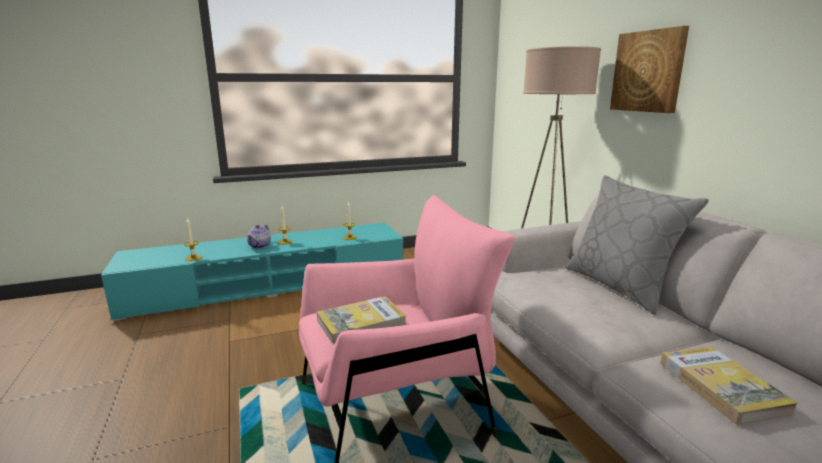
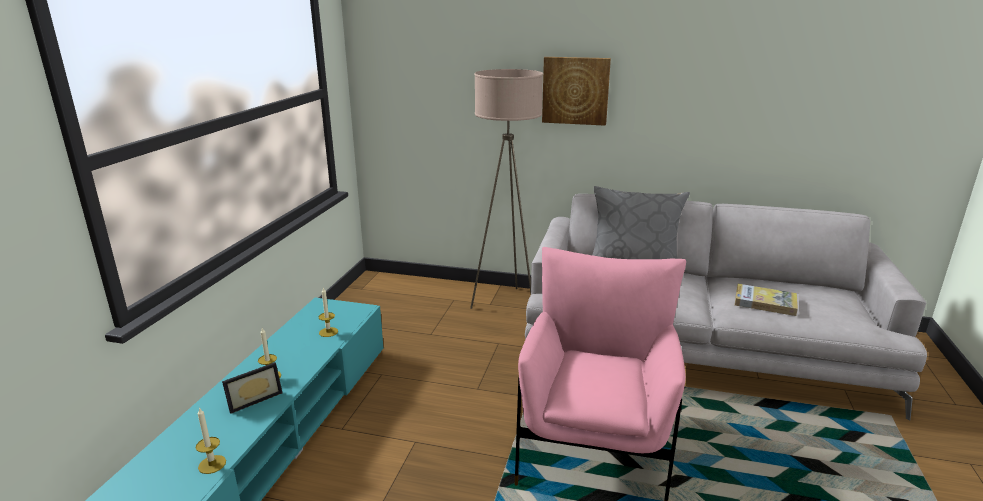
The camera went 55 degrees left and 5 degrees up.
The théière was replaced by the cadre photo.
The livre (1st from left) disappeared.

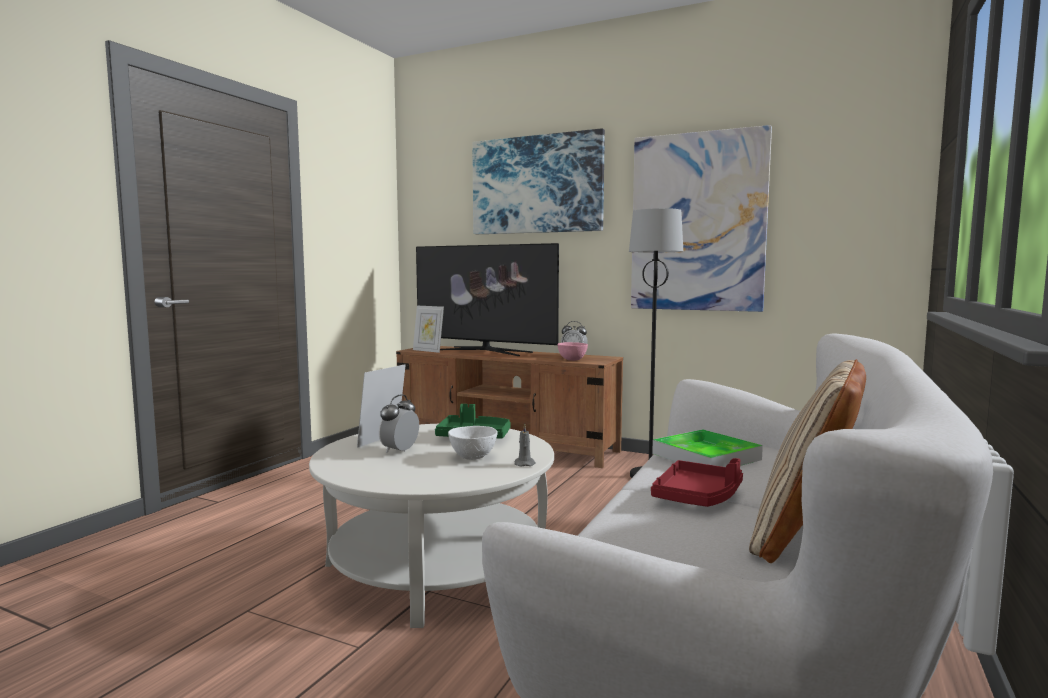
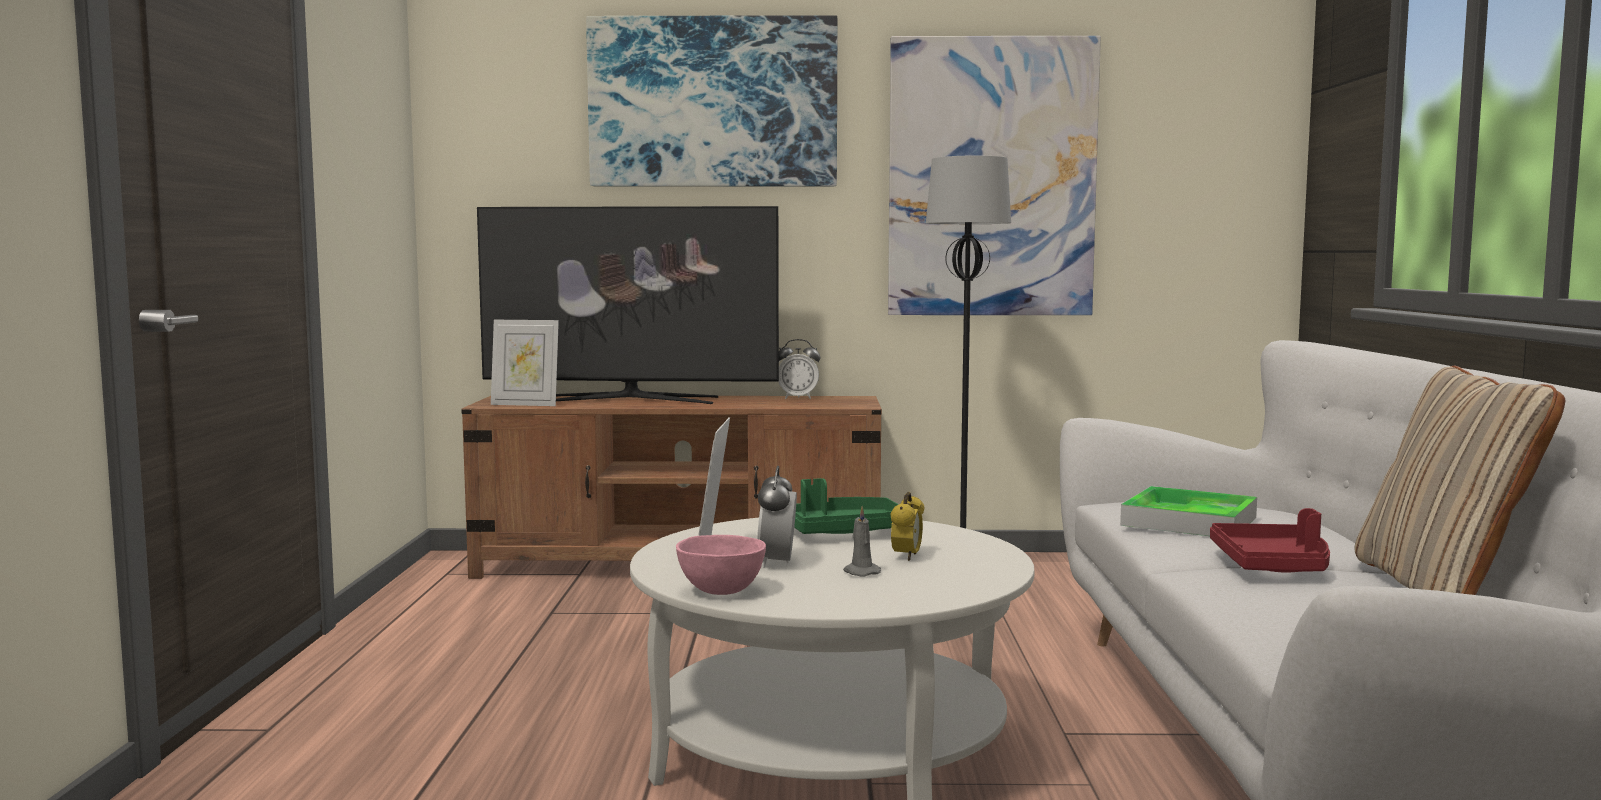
The camera went 25 degrees left and 0 degrees up.
The bol [rose] moved.
The bougie [gris] moved.
The bol [blanc] was replaced by the réveil (3rd from left).

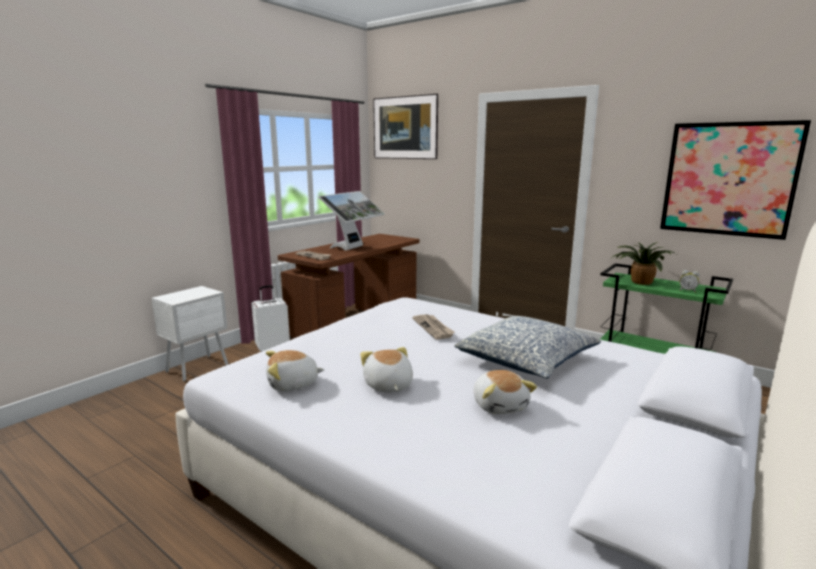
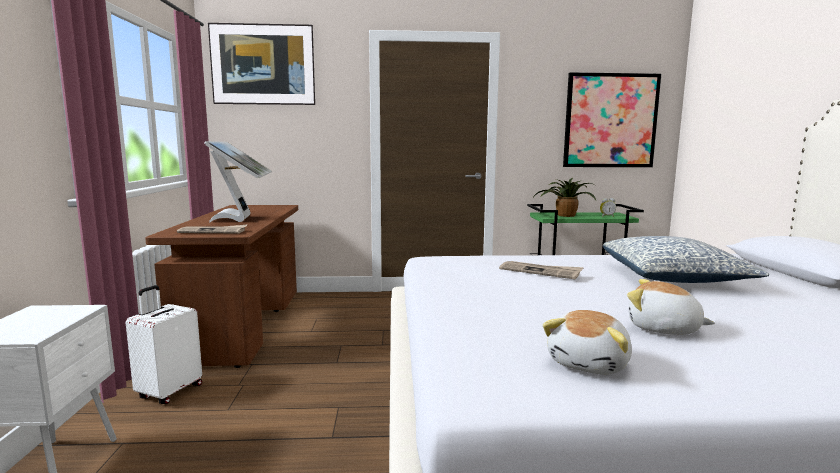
The camera went 40 degrees left and 5 degrees down.
The peluche (3rd from left) disappeared.

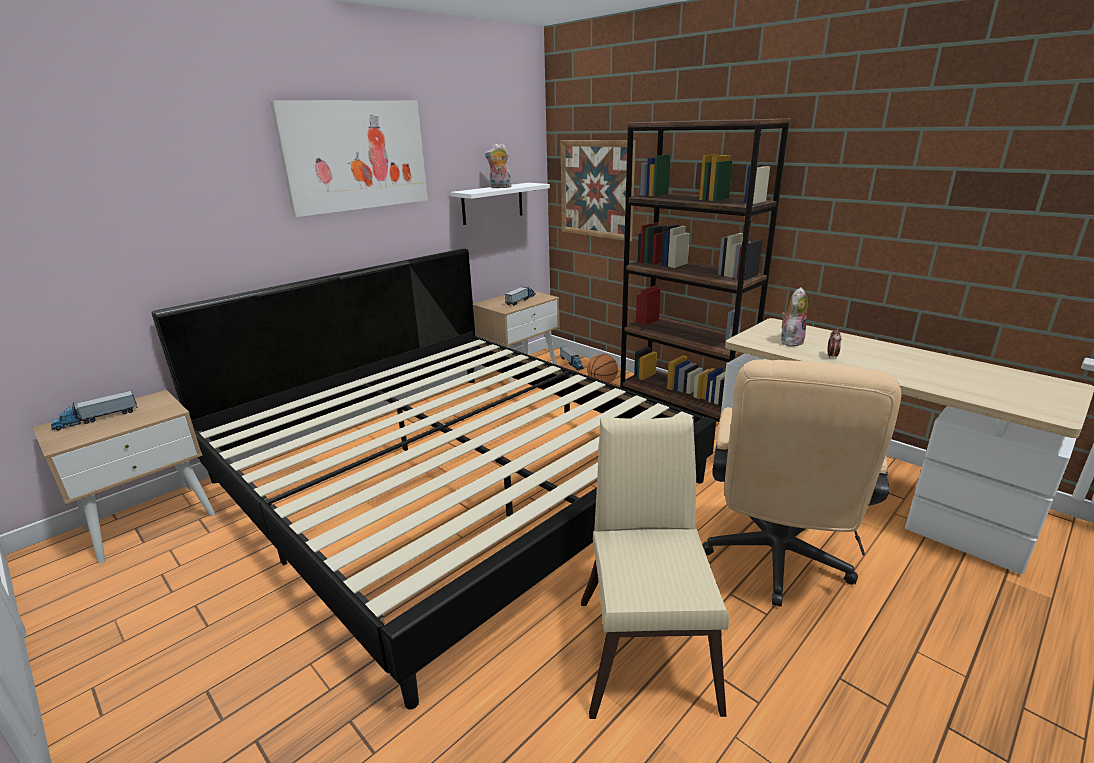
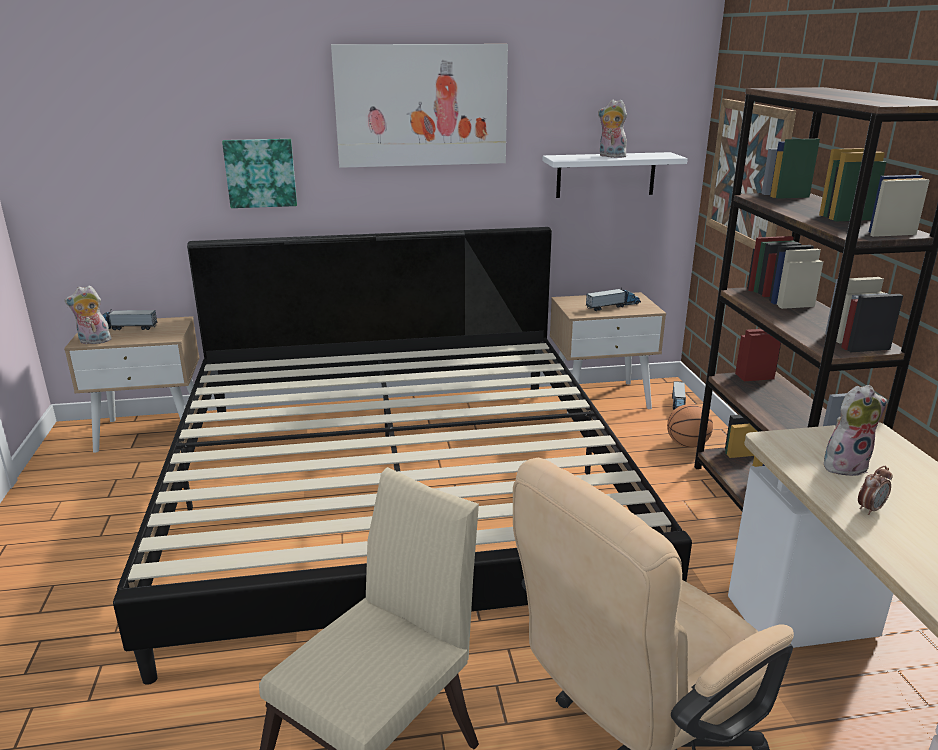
The camera went 35 degrees right and 0 degrees up.
The tableau (1st from left) appeared.
The peluche (1st from left) appeared.

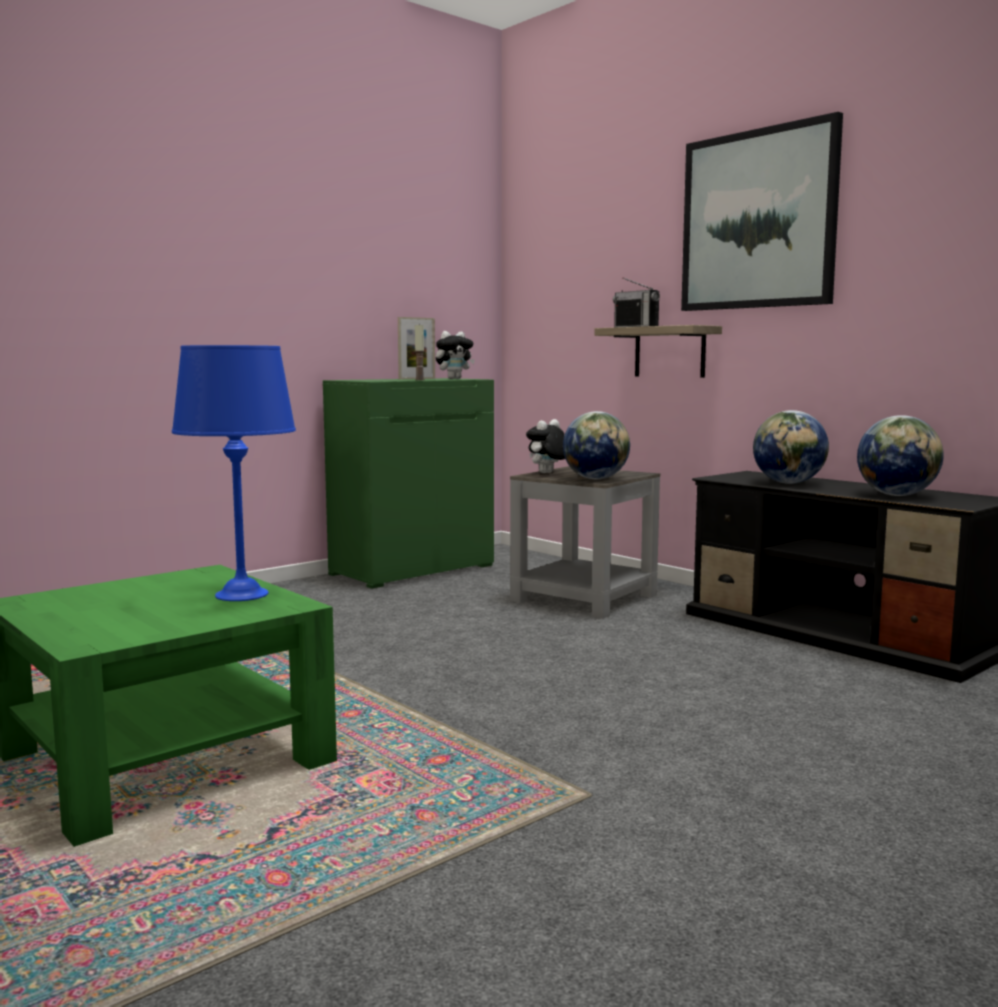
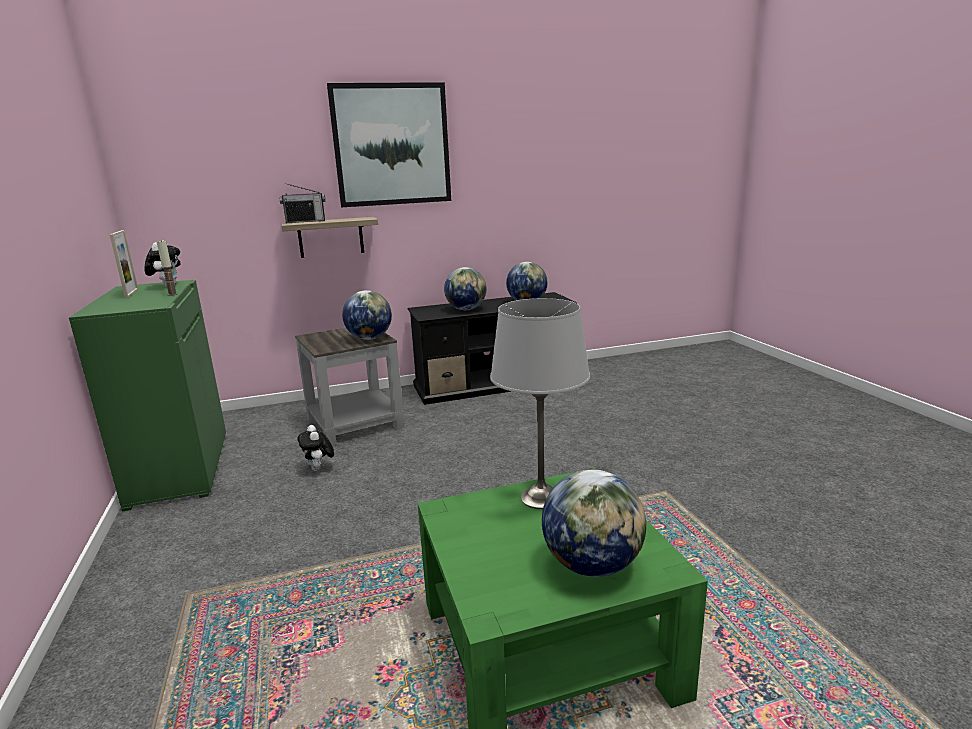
The camera went 65 degrees left and 10 degrees up.
The lampe de table [bleu] became the lampe de table [gris].
The peluche (2nd from left) moved.
The globe (4th from left) appeared.

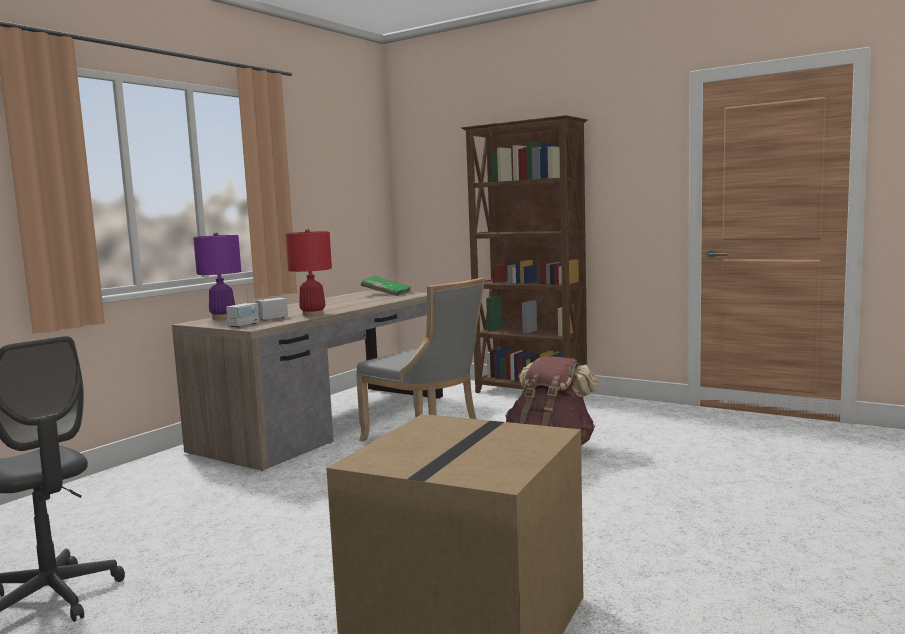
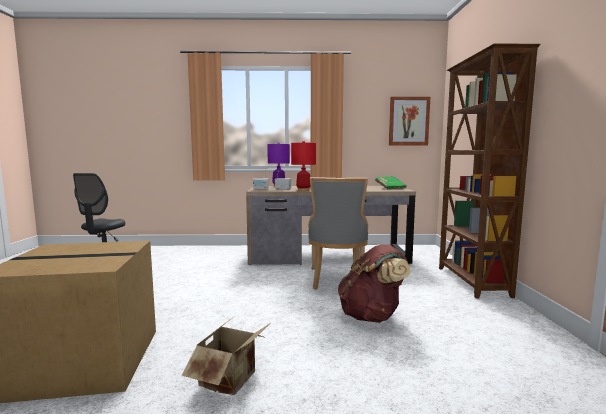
The camera went 55 degrees right and 0 degrees up.
The tableau appeared.
The carton (2nd from left) appeared.

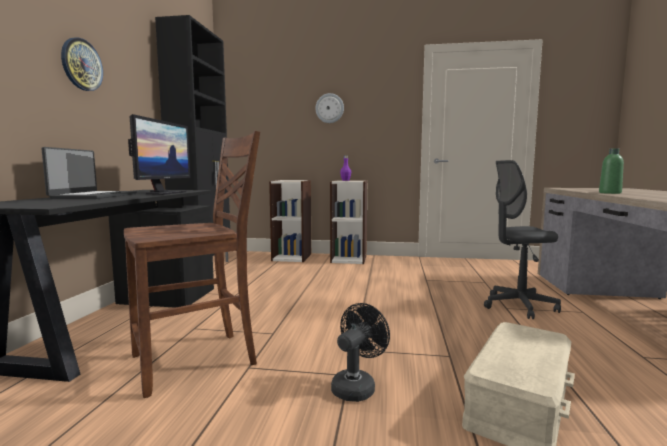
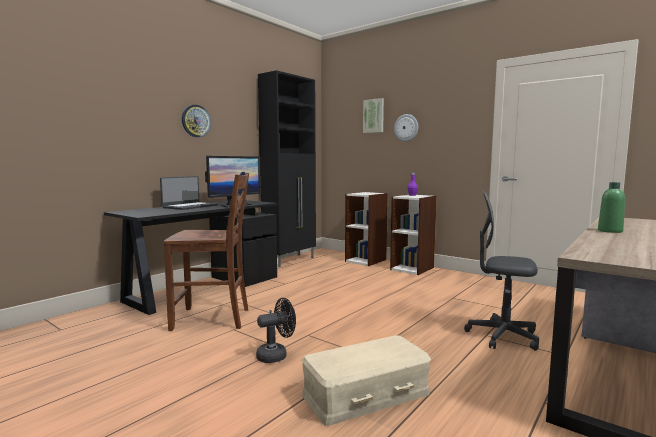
The camera went 30 degrees right and 0 degrees up.
The tableau appeared.

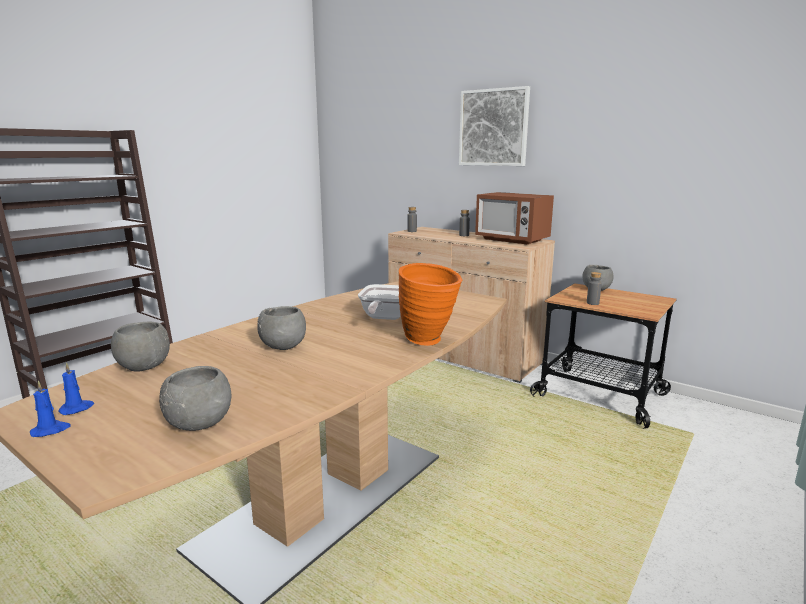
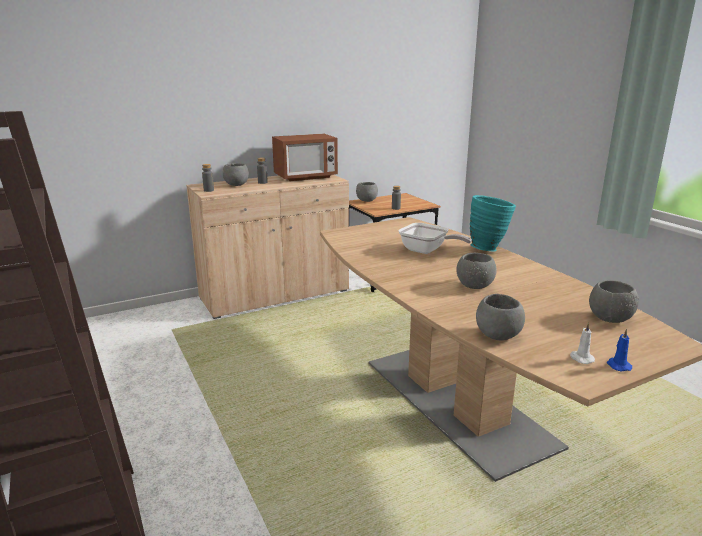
The camera went 65 degrees left and 5 degrees up.
The tableau disappeared.
The vase [orange] became the vase [turquoise].
The bougie [bleu] (2nd from left) became the bougie [blanc].
The bol [gris] (1st from left) appeared.

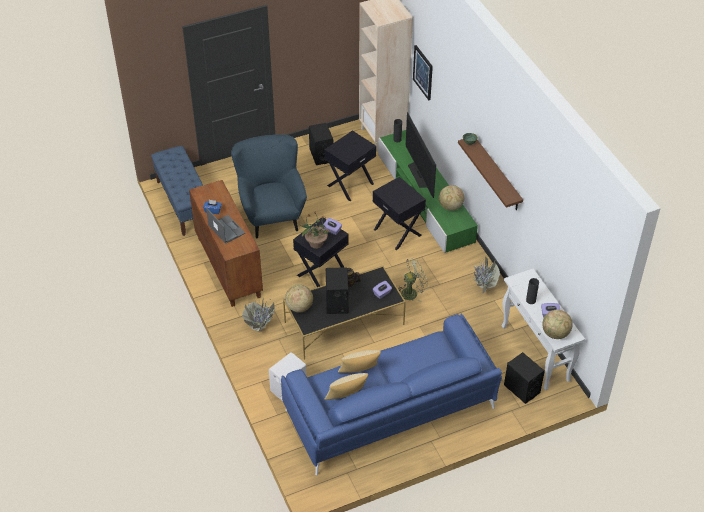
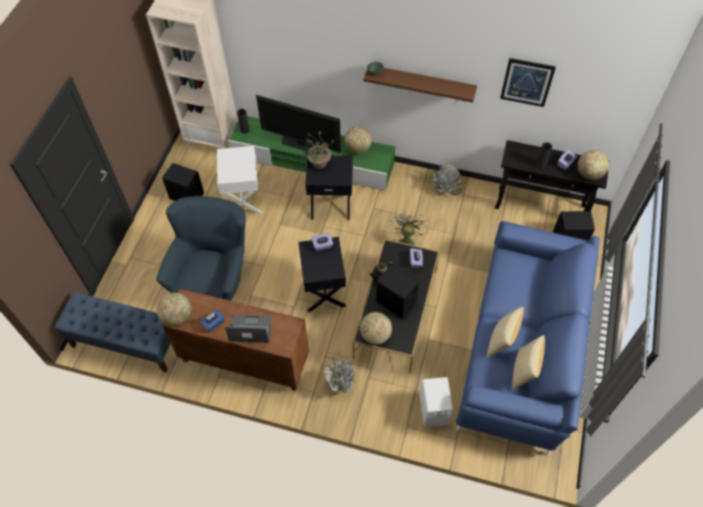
The camera went 50 degrees left and 10 degrees up.
The tableau moved.
The table d'appoint [noir] (2nd from left) became the table d'appoint [blanc].
The fauteuil [bleu] turned 75 degrees clockwise.
The plante en pot (2nd from left in the first image) moved.
The table console [blanc] became the table console [noir].
The globe (1st from left) appeared.

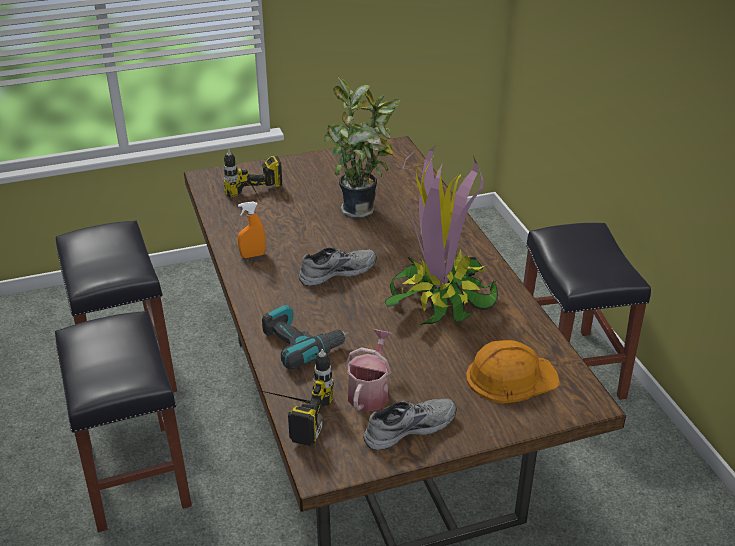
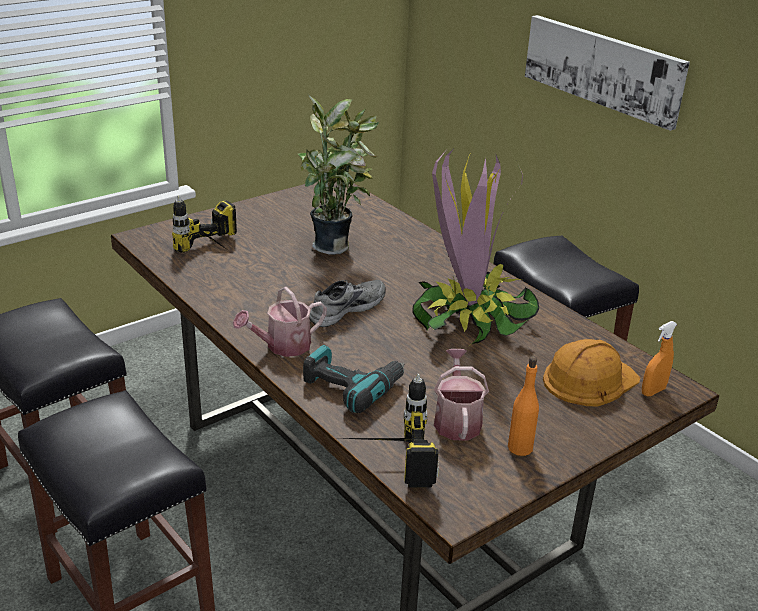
The camera went 20 degrees left and 5 degrees down.
The vaporisateur [orange] moved.
The chaussure [gris] (2nd from left) was replaced by the bouteille [orange].
The tableau appeared.
The arrosoir (1st from left) appeared.

